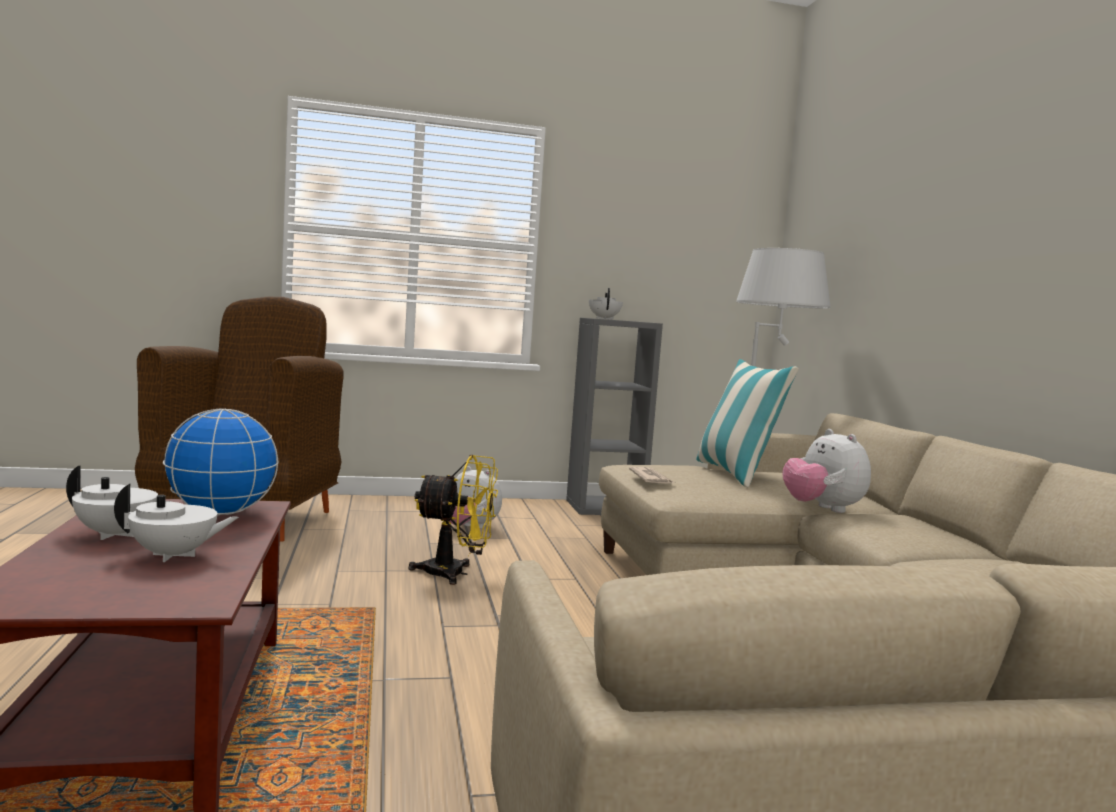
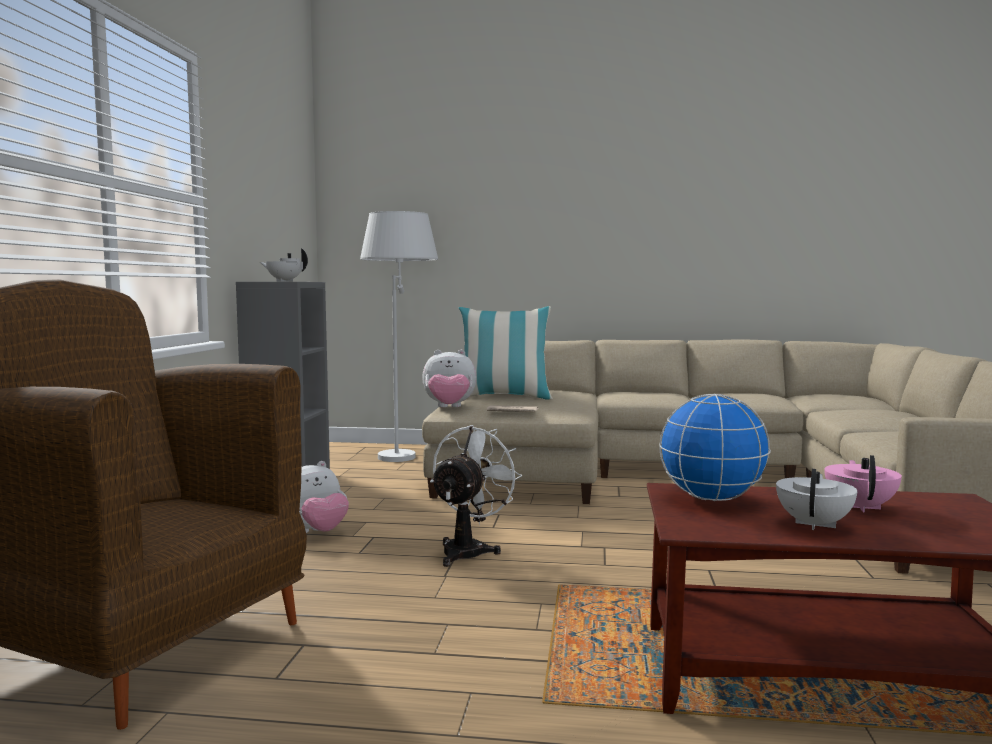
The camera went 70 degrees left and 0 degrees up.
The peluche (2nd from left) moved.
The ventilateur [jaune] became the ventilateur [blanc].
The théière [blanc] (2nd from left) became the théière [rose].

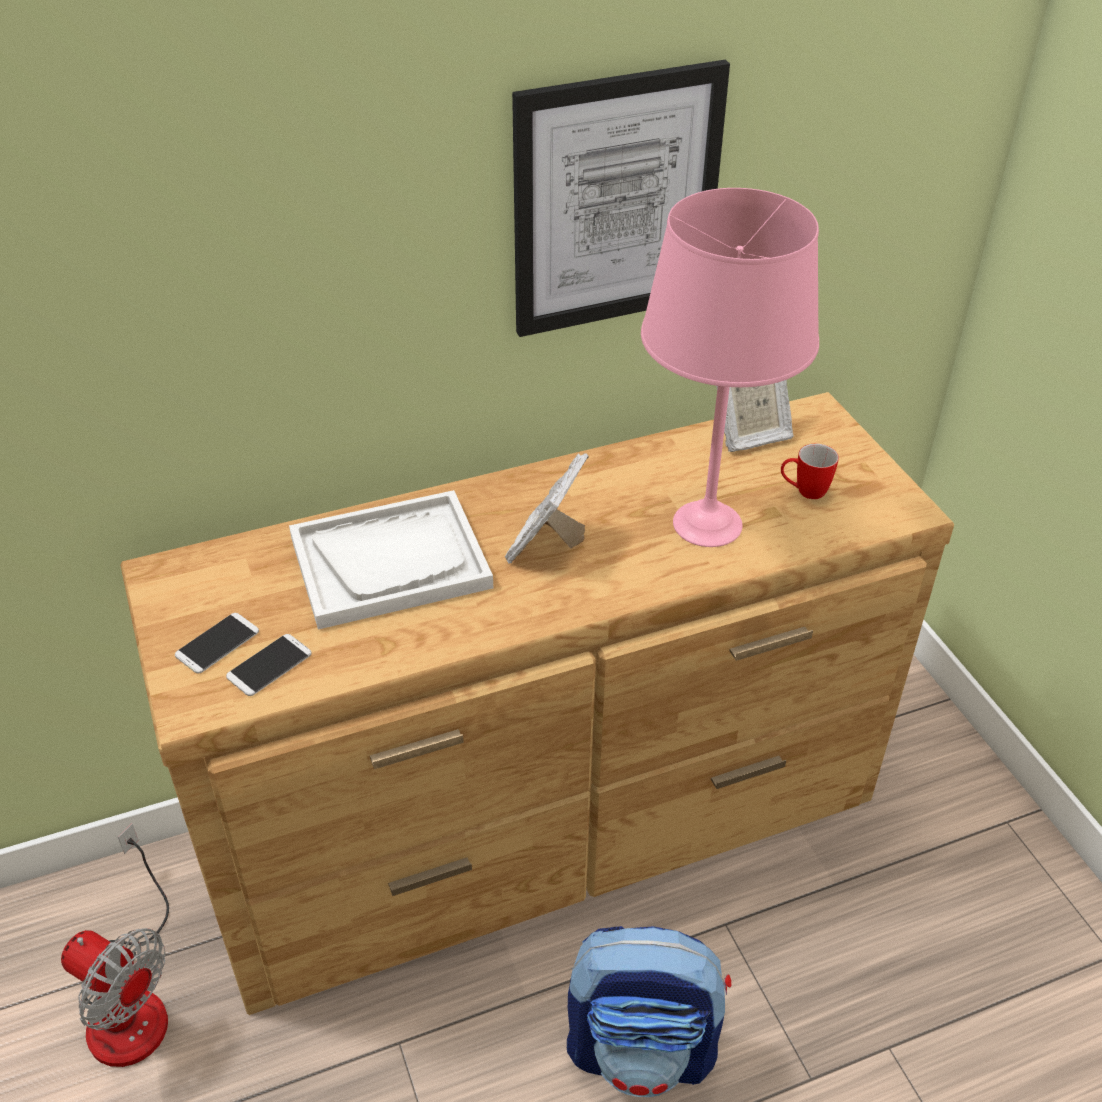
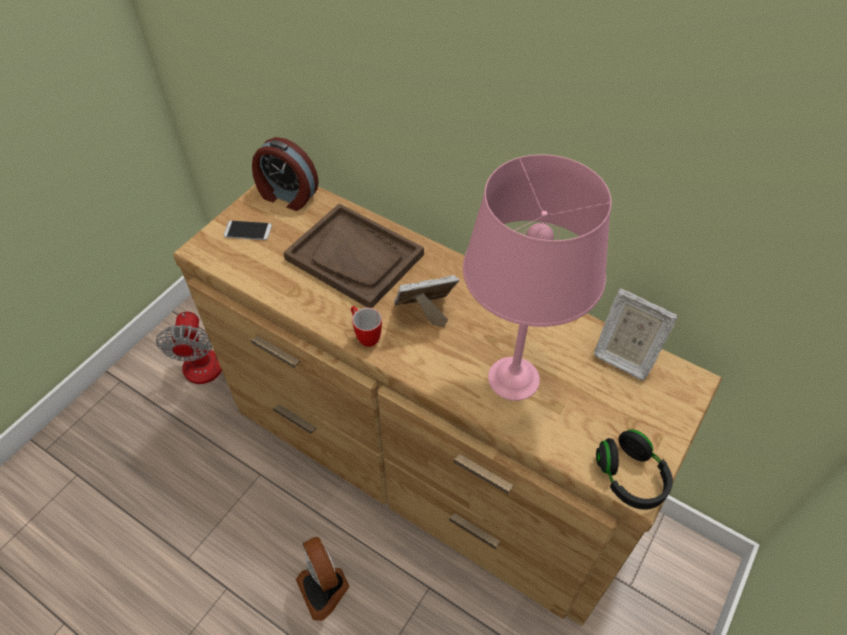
The camera went 55 degrees right and 10 degrees up.
The tableau disappeared.
The mug moved.
The plateau [blanc] became the plateau [marron].
The téléphone (2nd from left) disappeared.
The sac à dos was replaced by the ventilateur (2nd from left).
The réveil appeared.
The casque audio [noir] appeared.

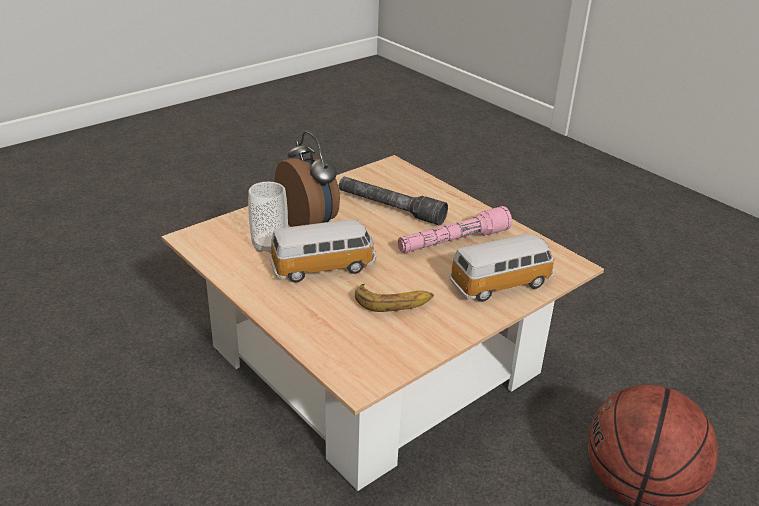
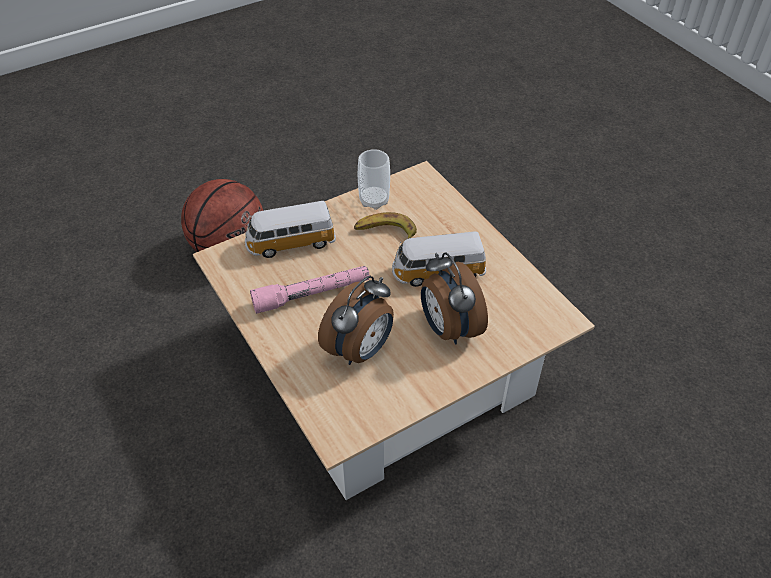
The camera went 170 degrees left and 15 degrees up.
The lampe de poche [gris] was replaced by the réveil (1st from left).
The tasse moved.

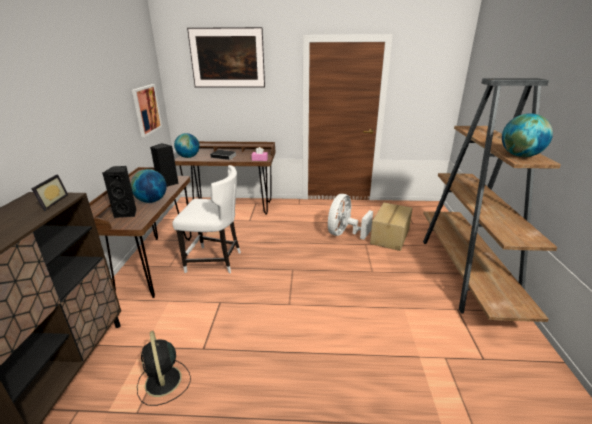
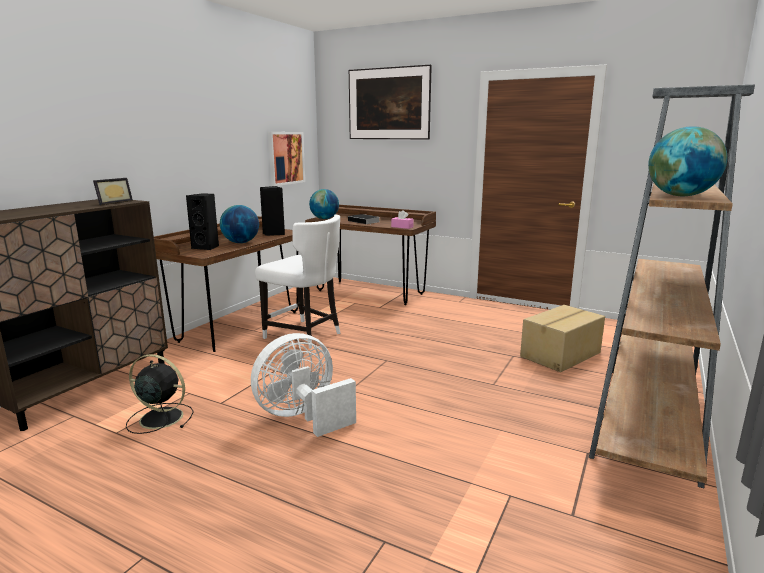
The camera went 25 degrees right and 10 degrees down.
The ventilateur [blanc] moved.
The ventilateur [noir] turned 105 degrees clockwise.

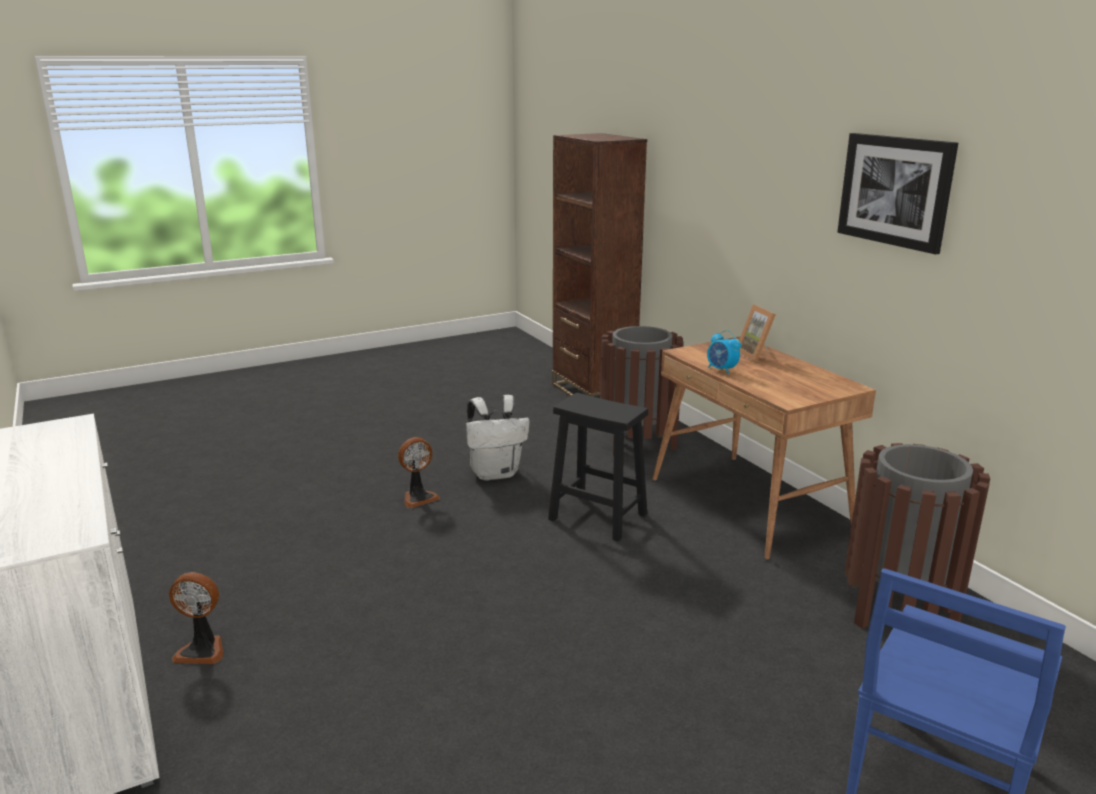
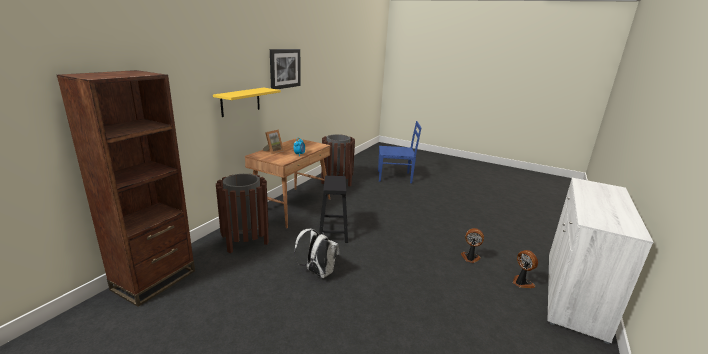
The camera went 125 degrees left and 0 degrees up.
The ventilateur (2nd from left in the first image) moved.
The étagère [jaune] appeared.

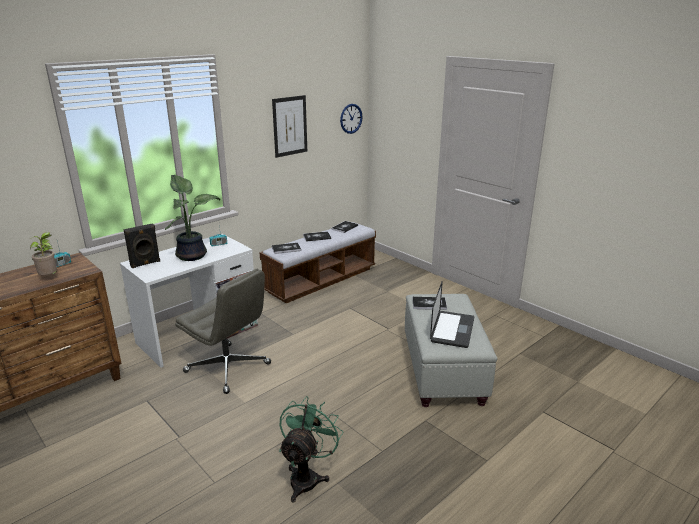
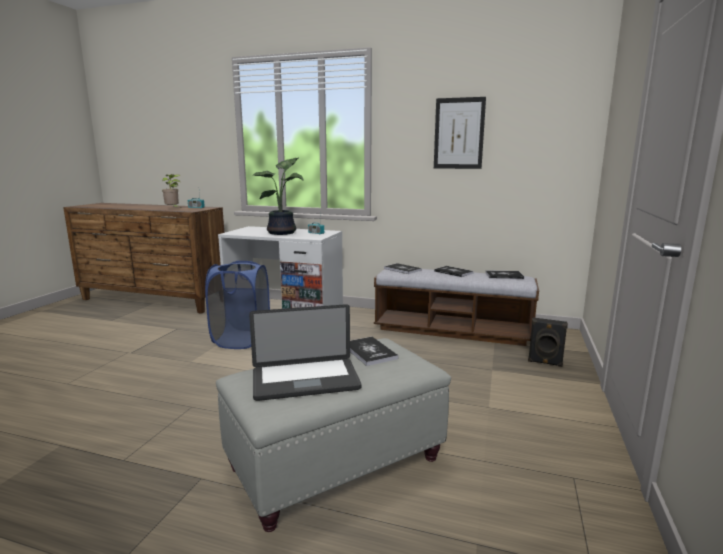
The camera went 60 degrees right and 10 degrees down.
The horloge murale disappeared.
The enceinte [noir] moved.
The chaise de bureau [gris] was replaced by the panier à linge [bleu].
The ventilateur [vert] disappeared.

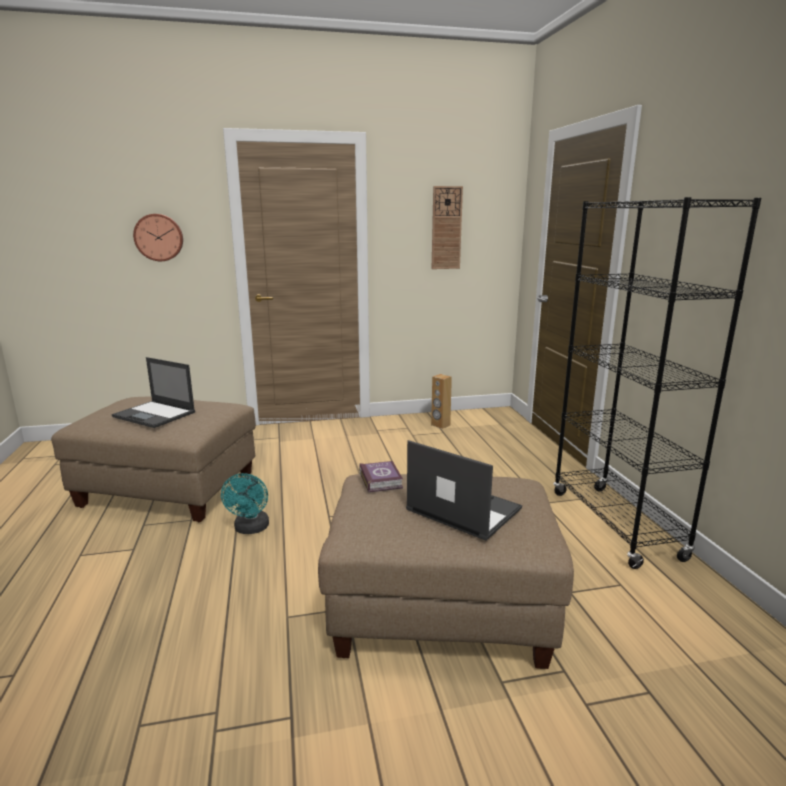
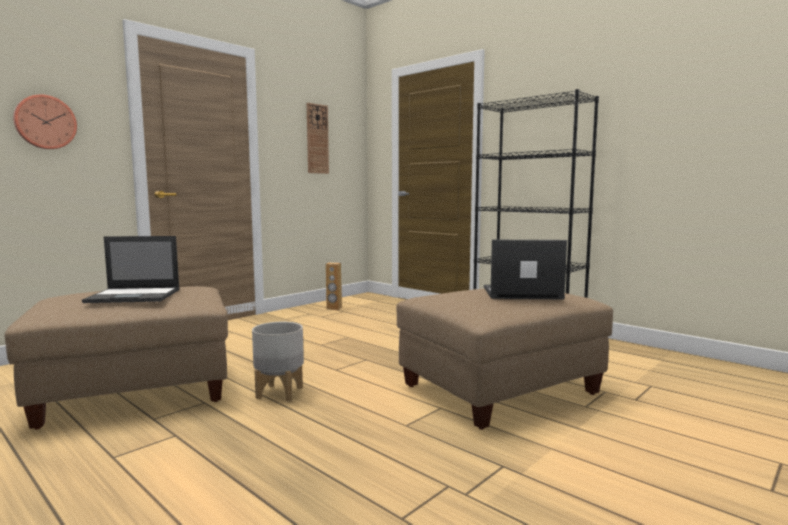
The camera went 35 degrees left and 10 degrees down.
The livre disappeared.
The ventilateur [turquoise] was replaced by the cache-pot [gris].

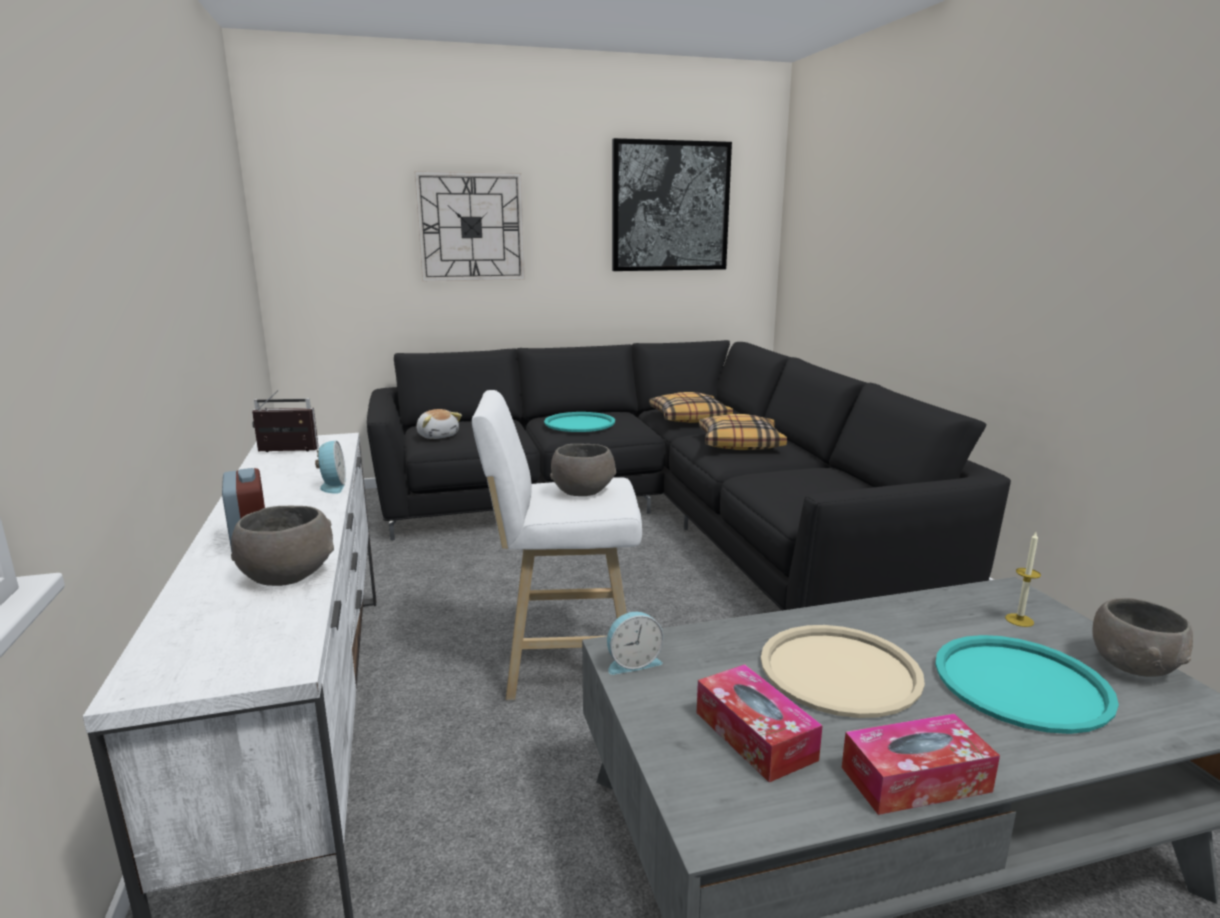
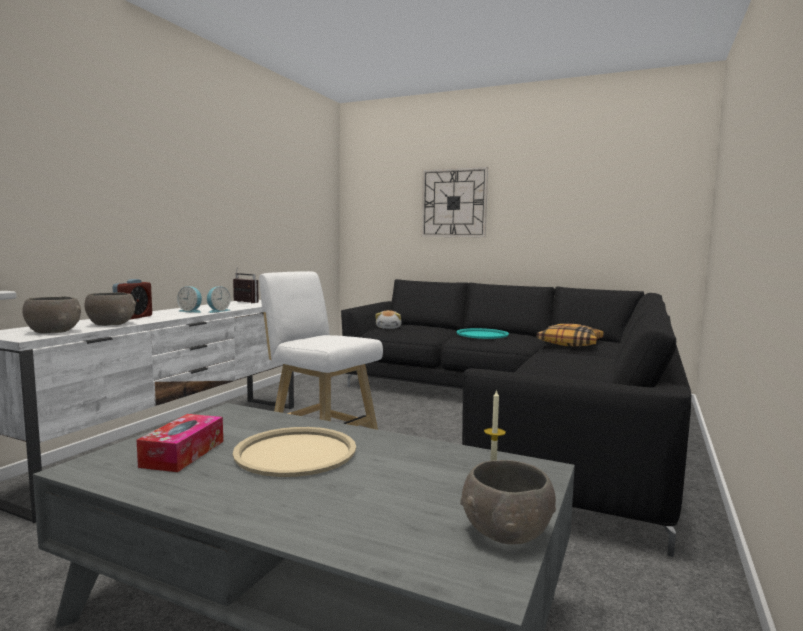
The camera went 40 degrees right and 10 degrees down.
The tableau disappeared.
The coussin (2nd from left) disappeared.
The bol [gris] (2nd from left in the first image) moved.
The réveil (3rd from left in the first image) moved.
The plateau [turquoise] (2nd from left) disappeared.
The boîte à mouchoirs (2nd from left) disappeared.

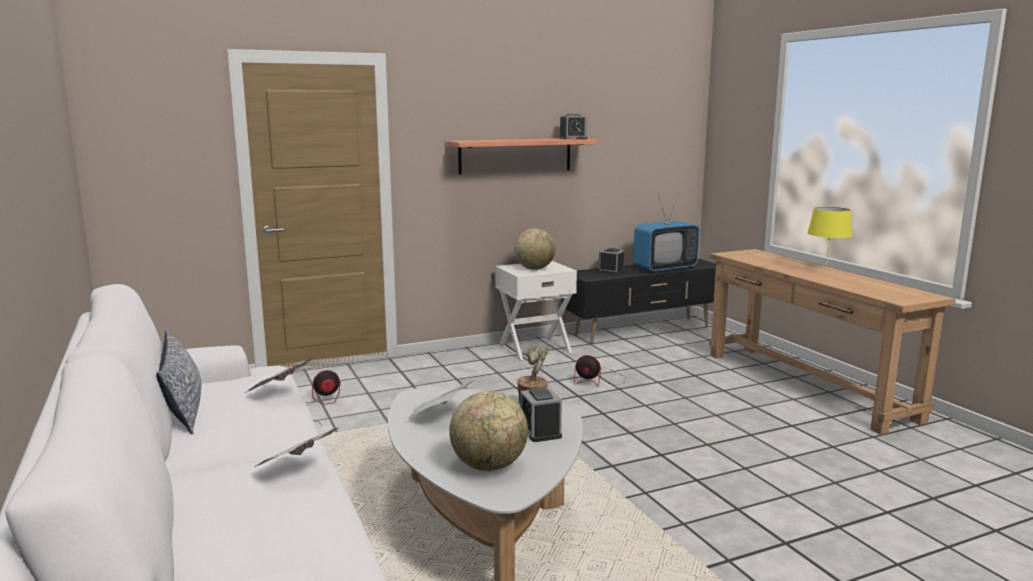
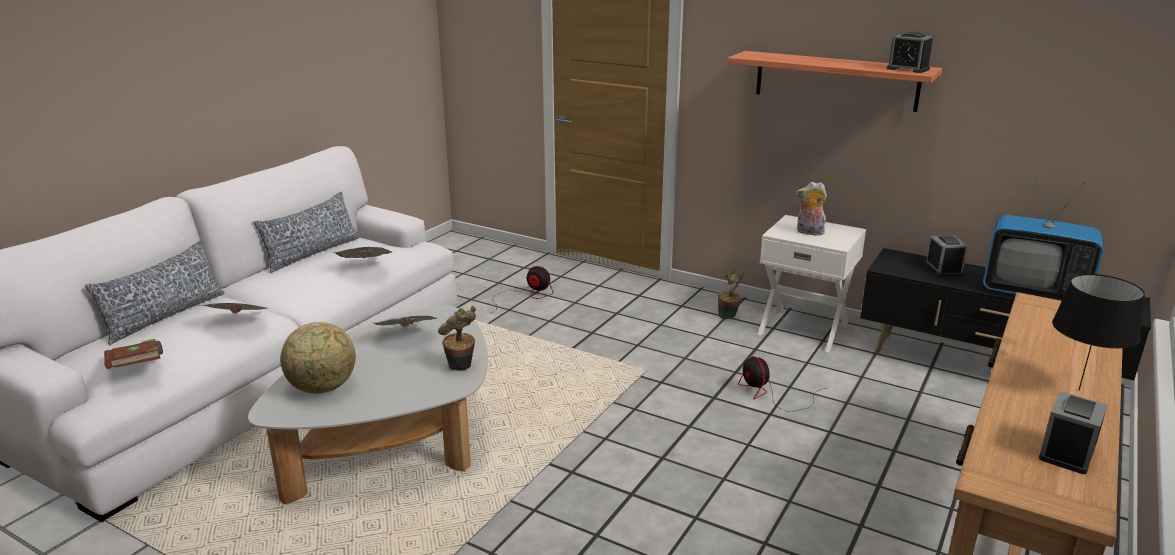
The camera went 55 degrees right and 10 degrees up.
The lampe de table [jaune] became the lampe de table [noir].
The globe (2nd from left) was replaced by the peluche.
The réveil (1st from left in the first image) moved.
The coussin (1st from left) appeared.
The plante en pot (2nd from left) appeared.
The livre [marron] appeared.

